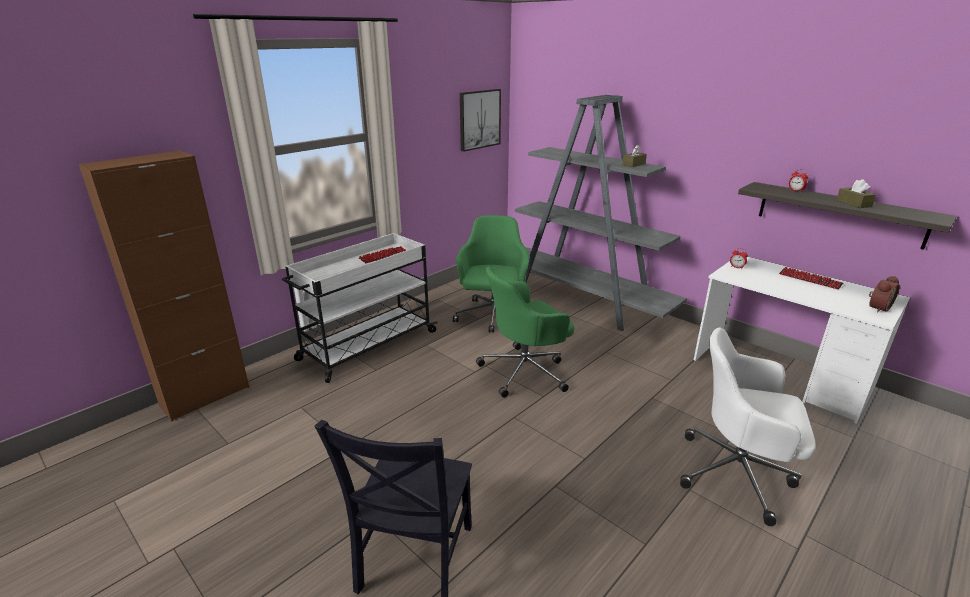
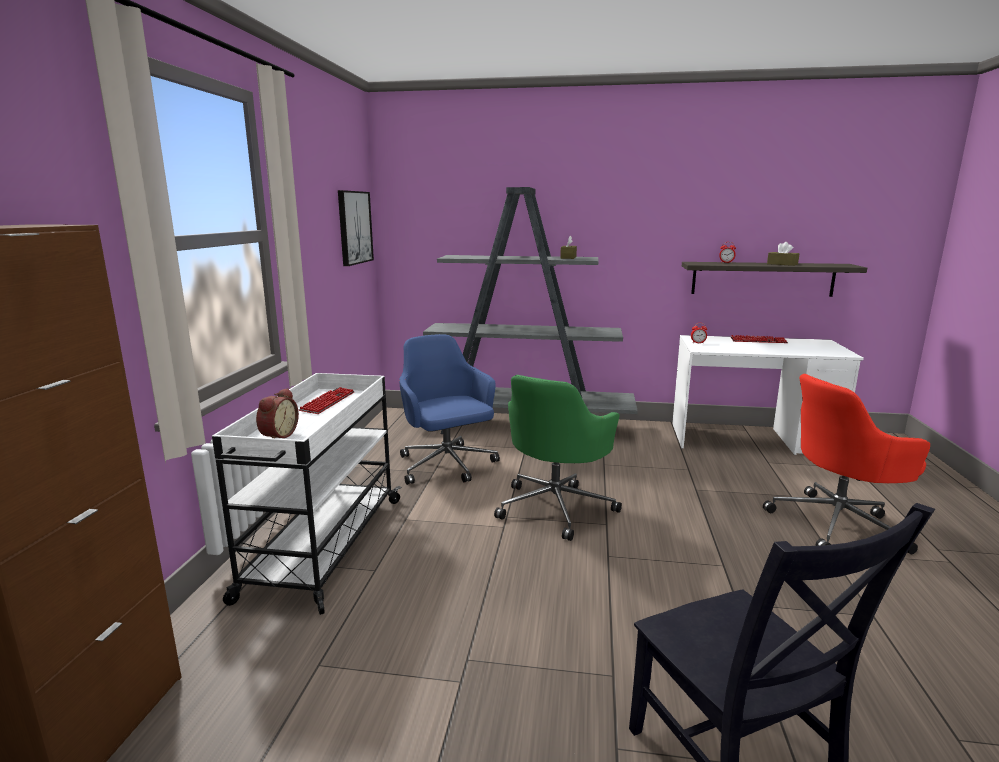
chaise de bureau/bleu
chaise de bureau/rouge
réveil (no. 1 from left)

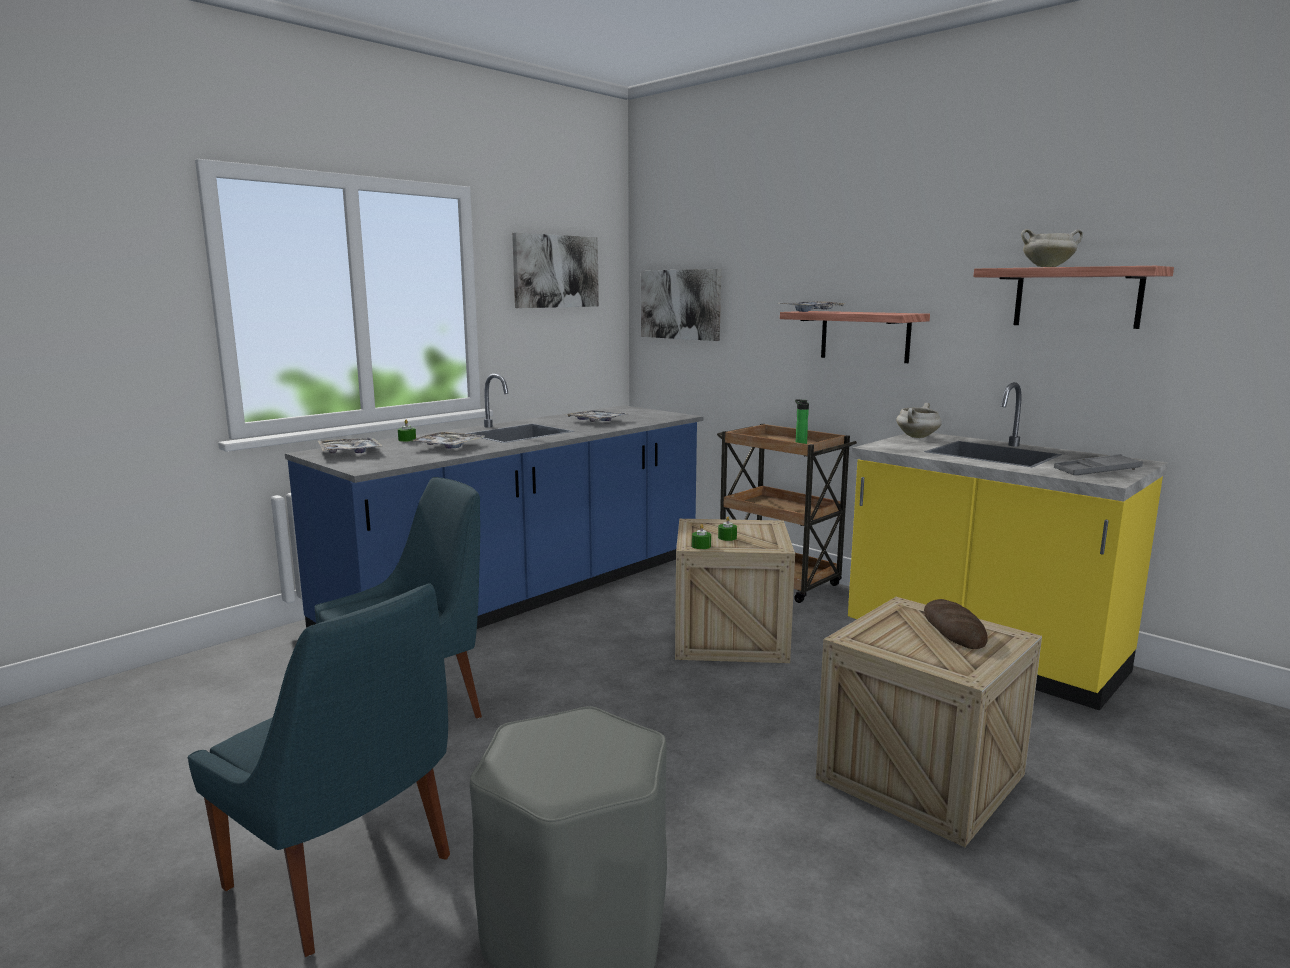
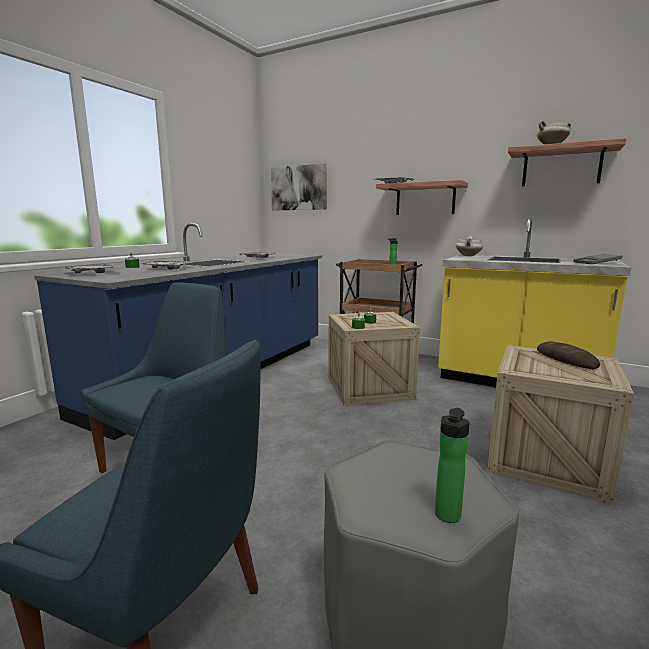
tableau (no. 1 from left in the first image)
bouteille (no. 2 from left)

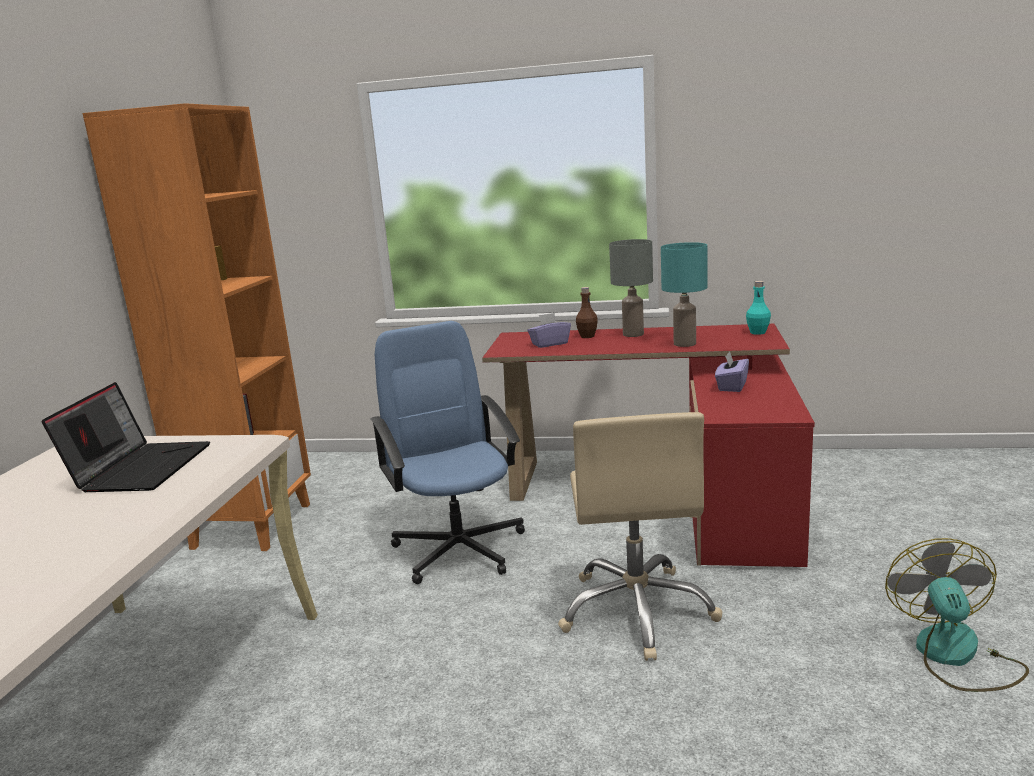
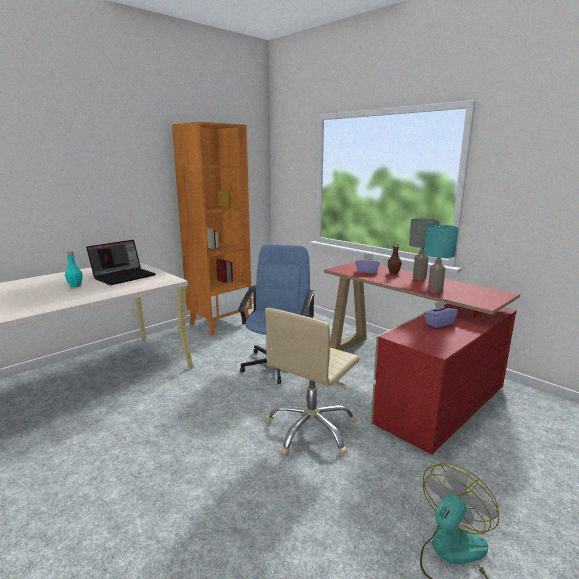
bouteille/turquoise

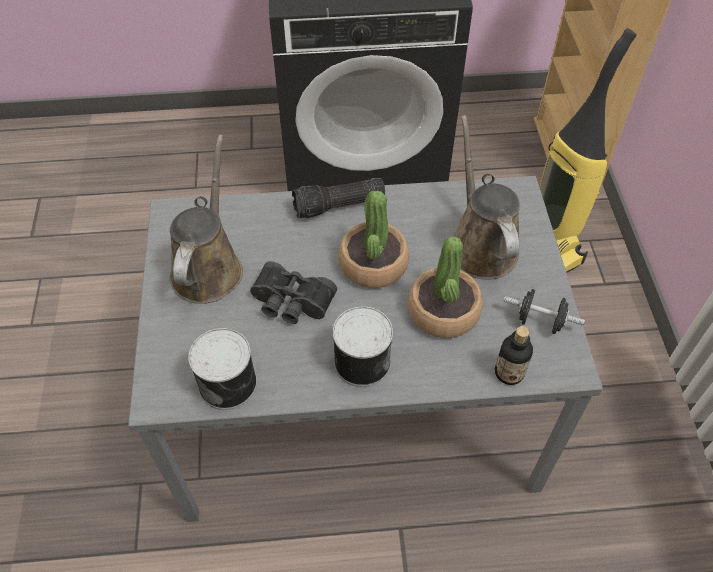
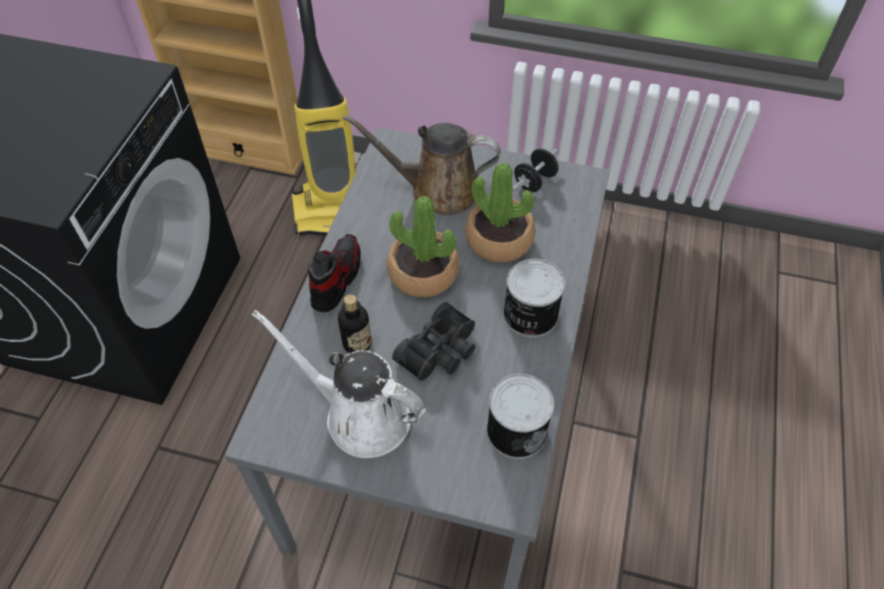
arrosoir/blanc
chaussure
bouteille

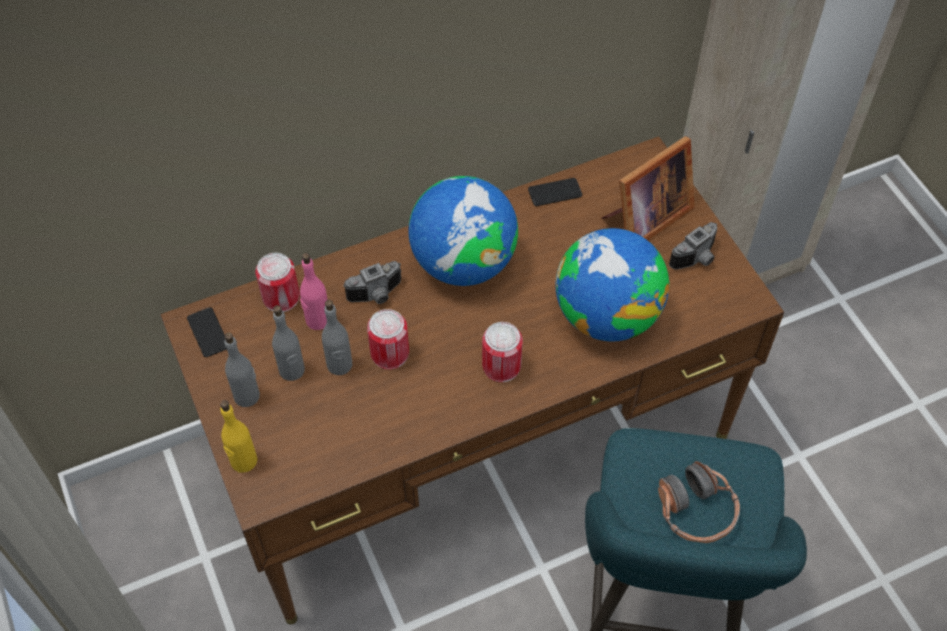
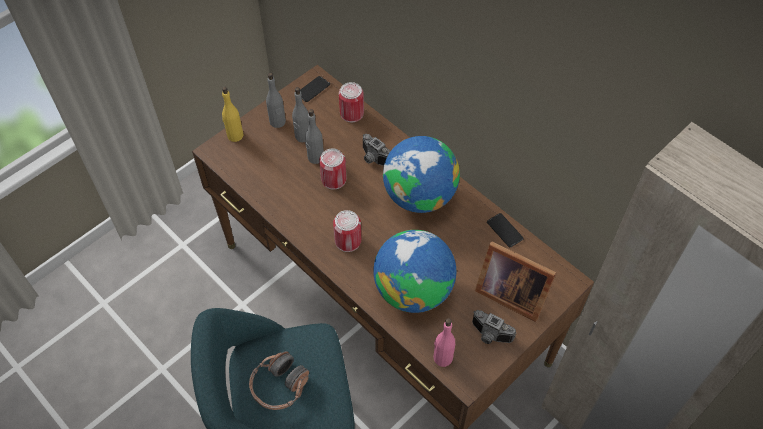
bouteille/rose

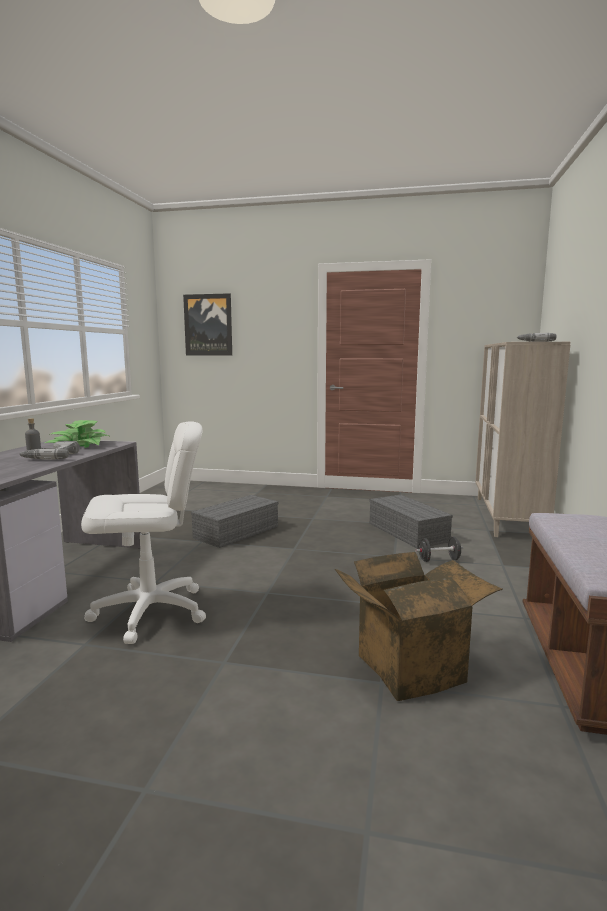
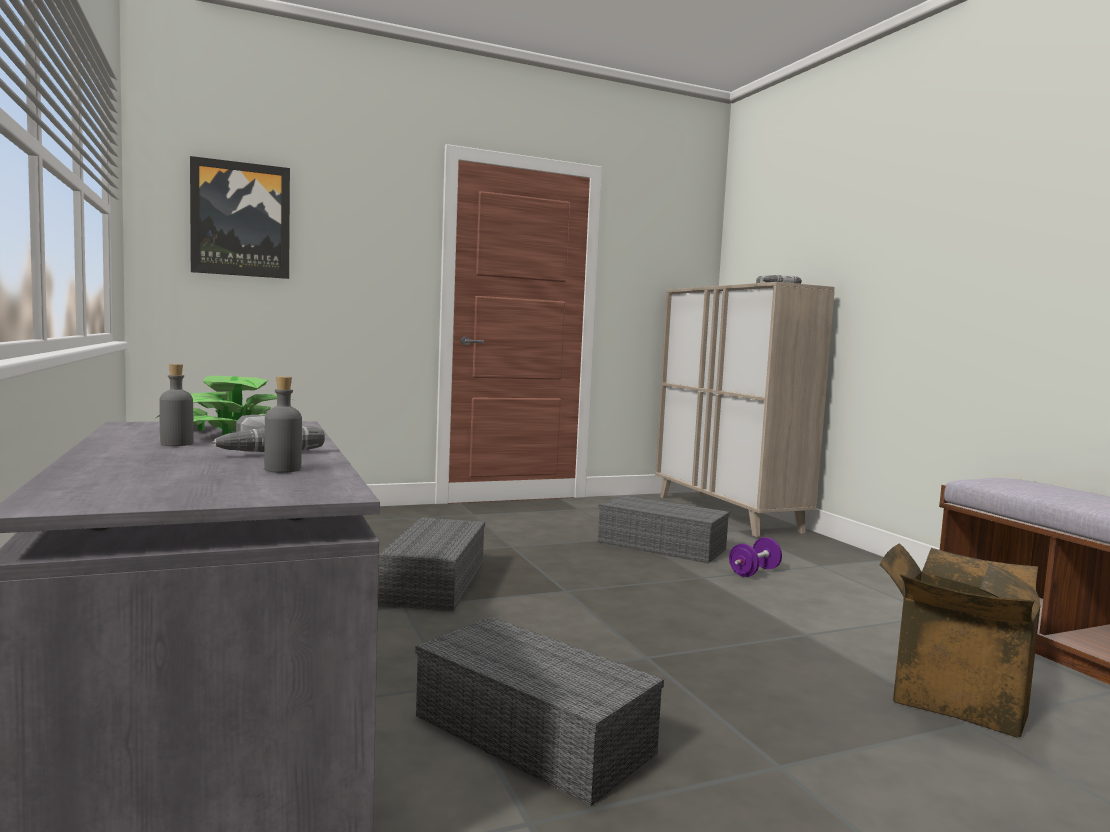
boîte de rangement/gris (no. 2 from left)
haltère/violet
bouteille/gris (no. 2 from left)

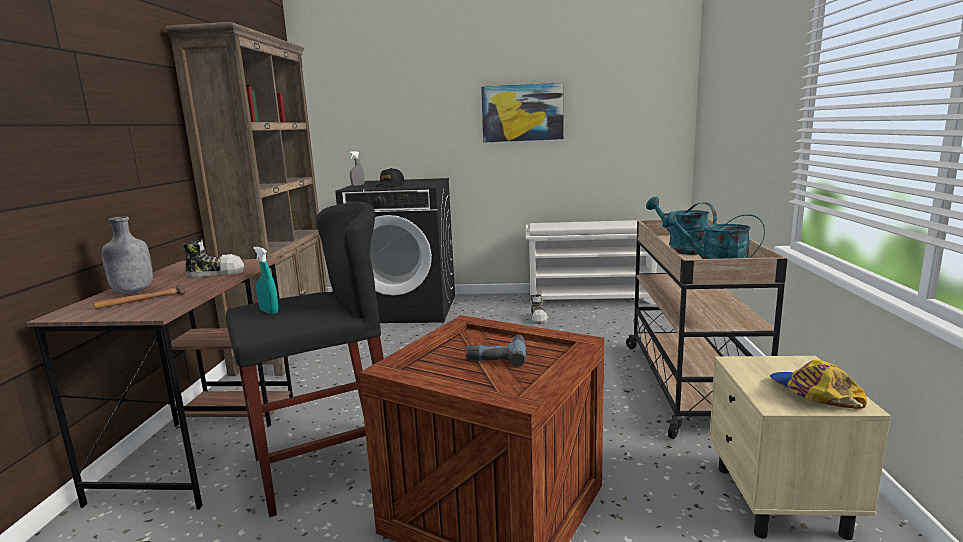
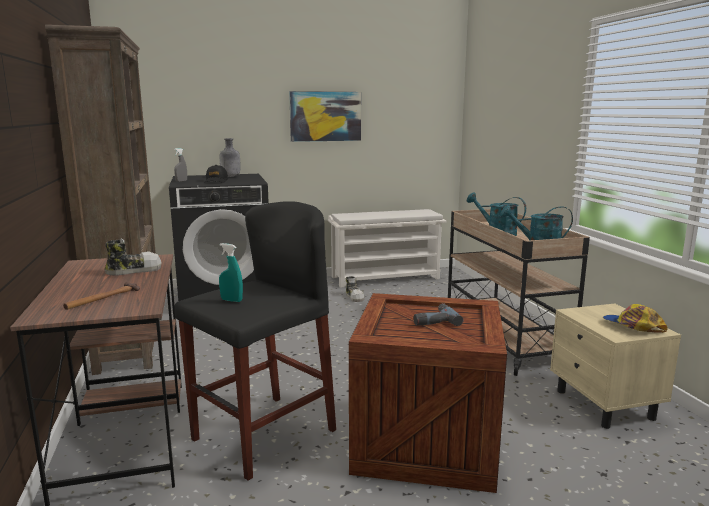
bouteille/gris

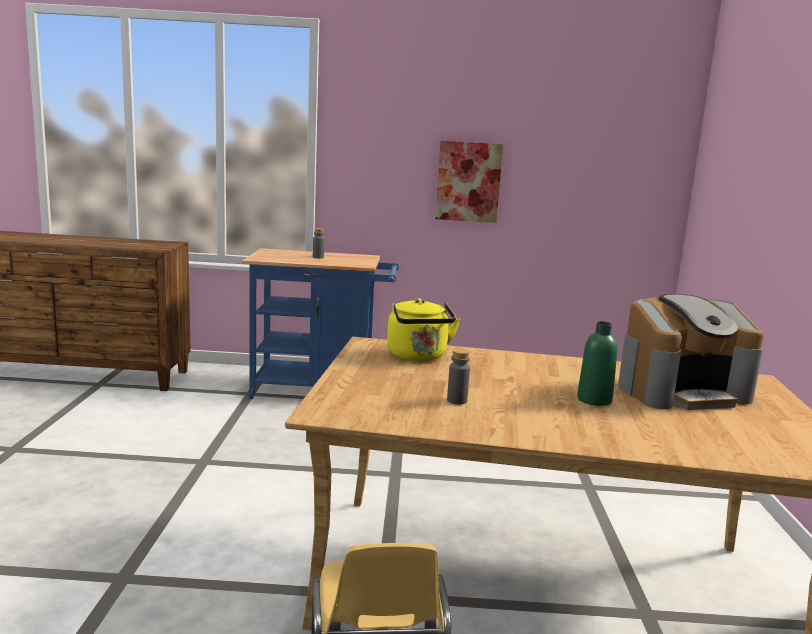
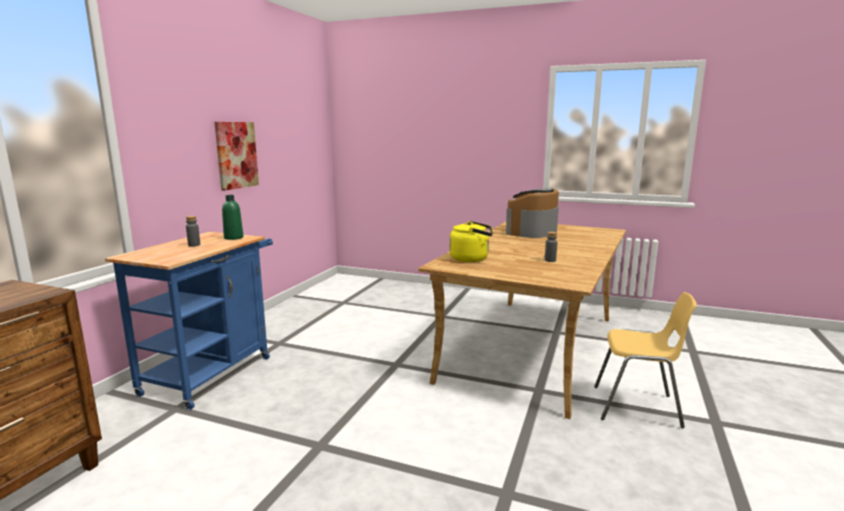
bouteille/vert
machine à café

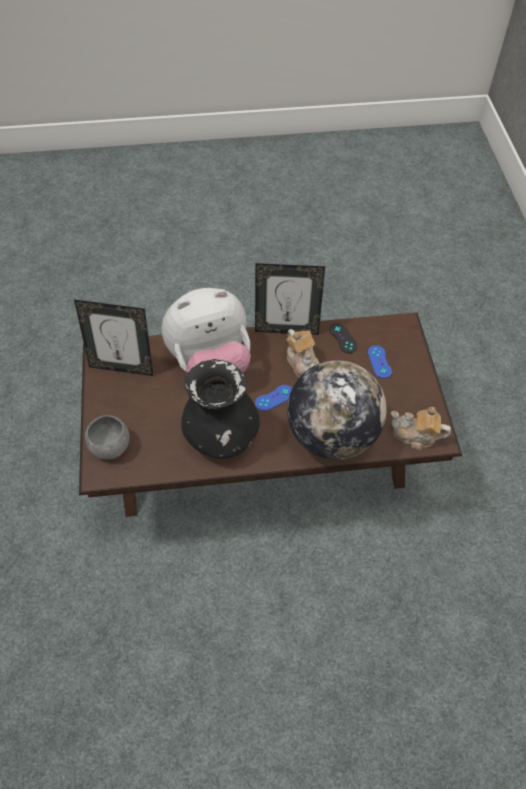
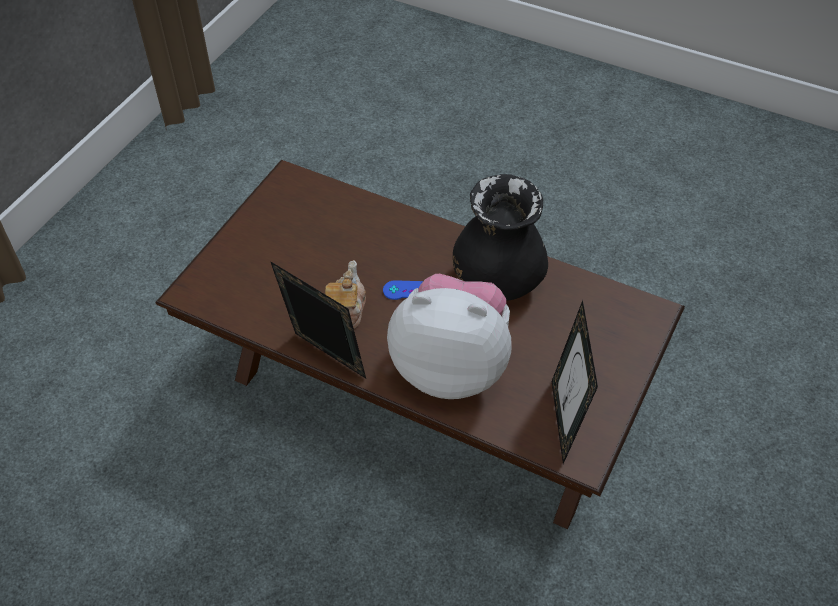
cadre photo (no. 2 from left)
bol/gris
globe
manette/noir
manette/bleu (no. 2 from left in the first image)
théière (no. 2 from left in the first image)

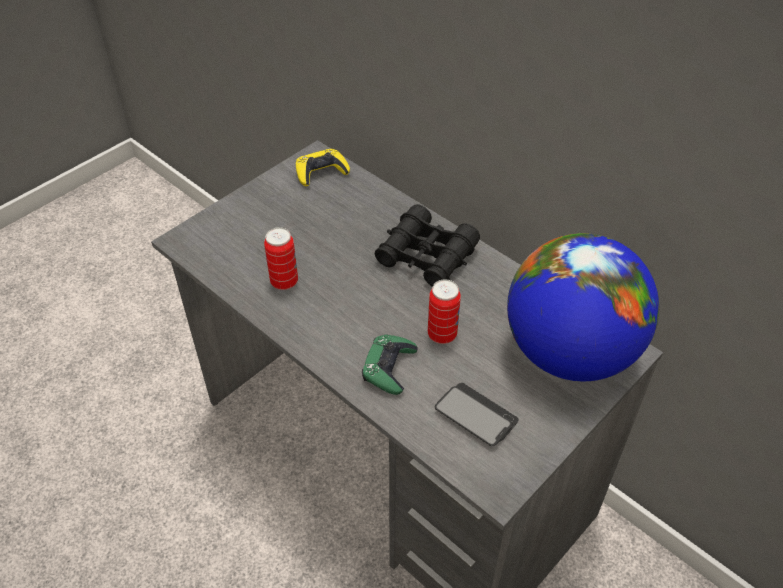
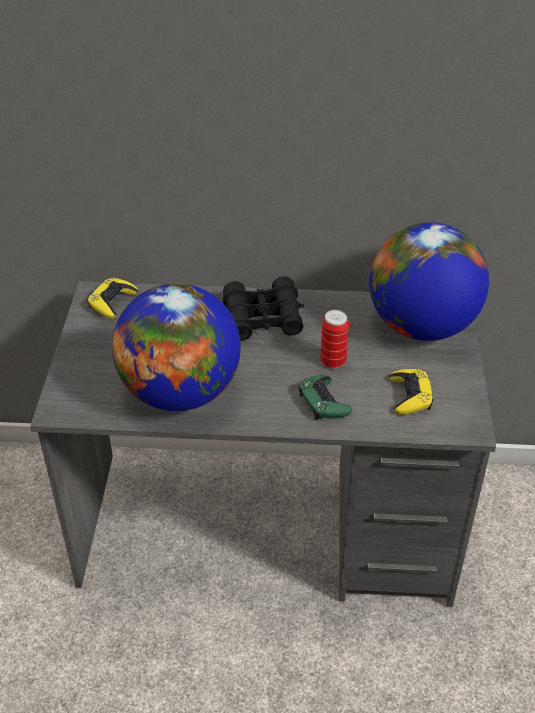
globe (no. 1 from left)
manette/jaune (no. 2 from left)

